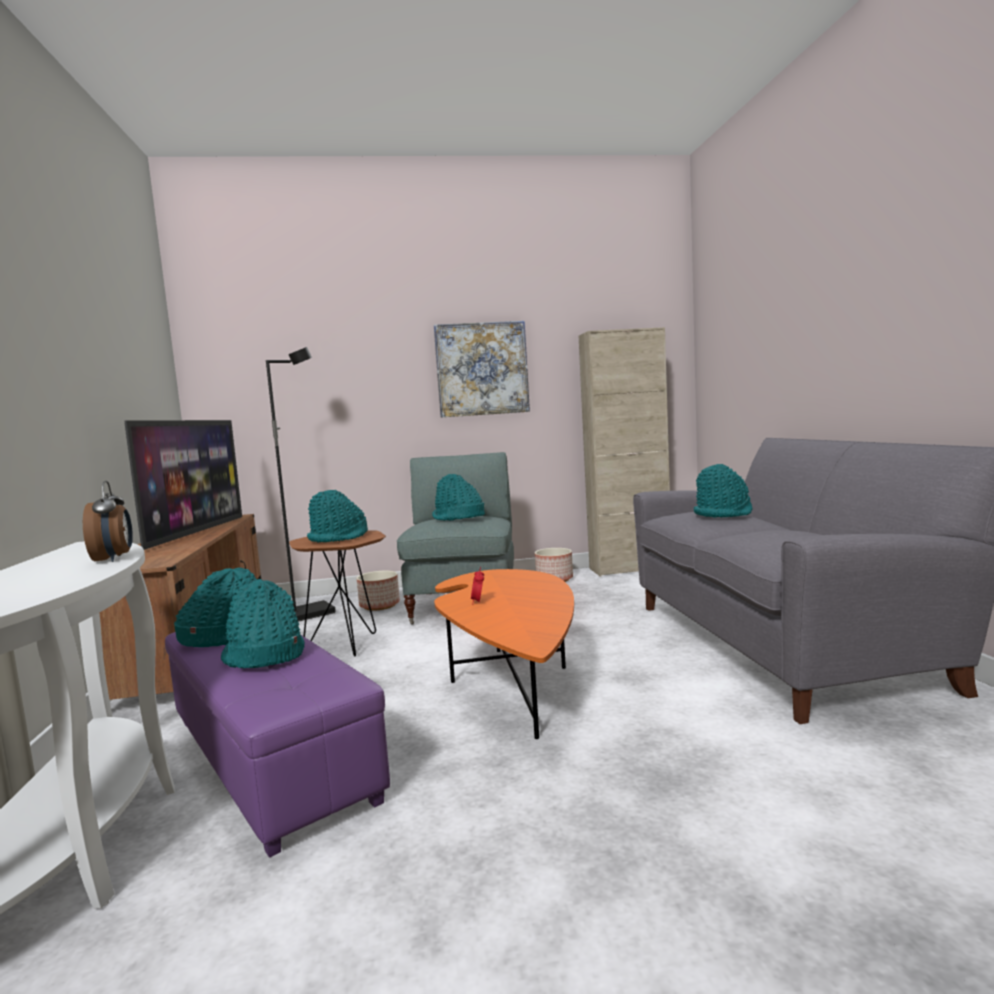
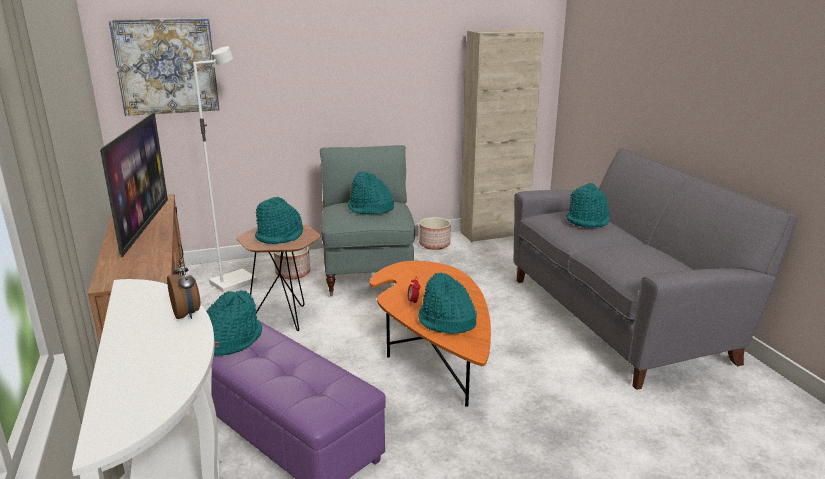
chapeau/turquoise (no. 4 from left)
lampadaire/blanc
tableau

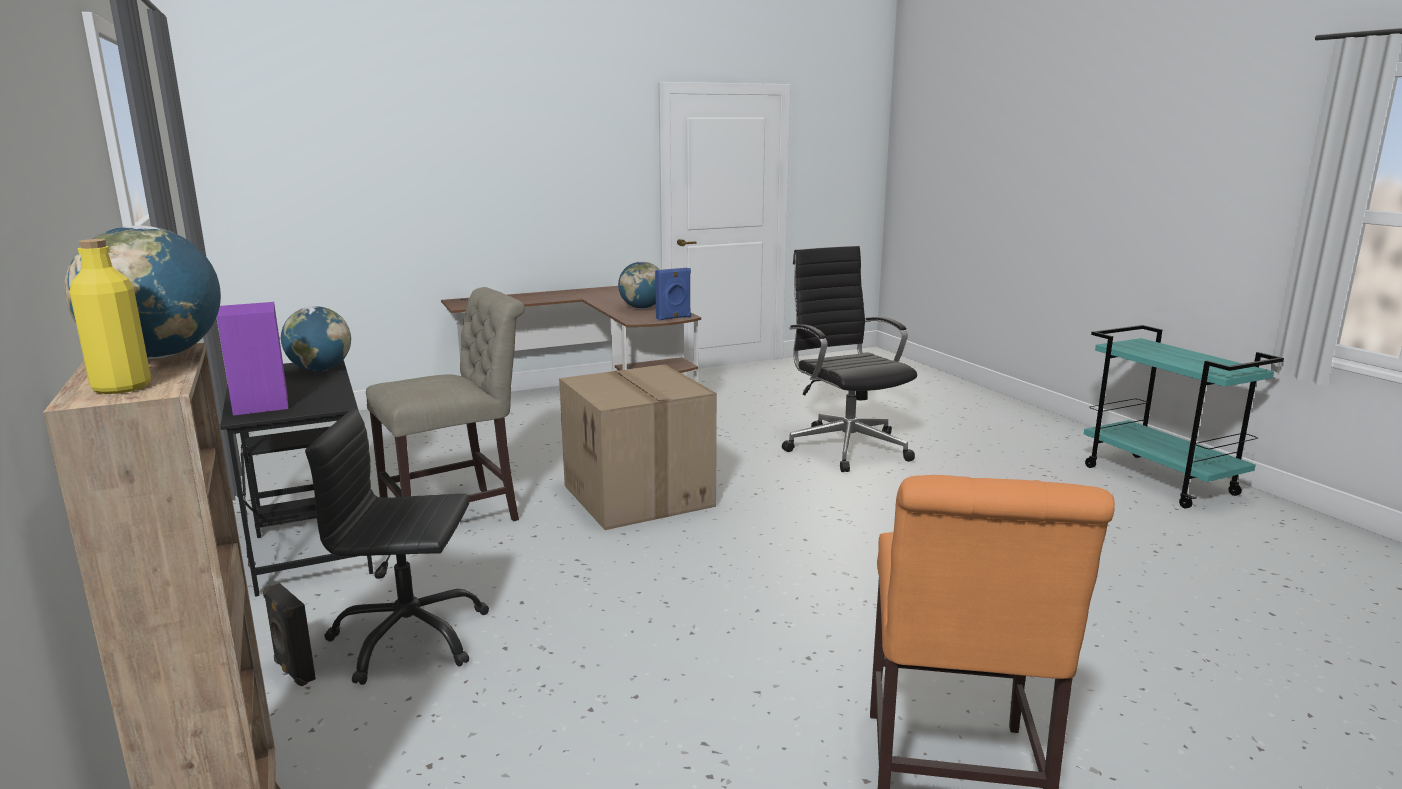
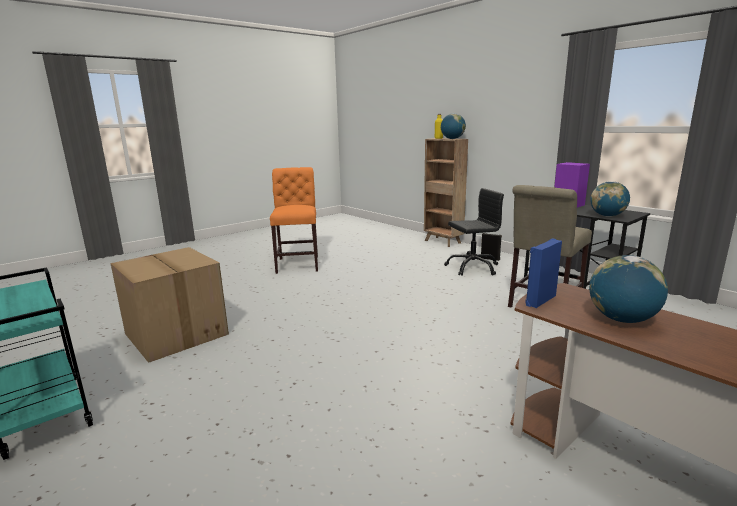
carton
chaise de bureau/noir (no. 2 from left in the first image)

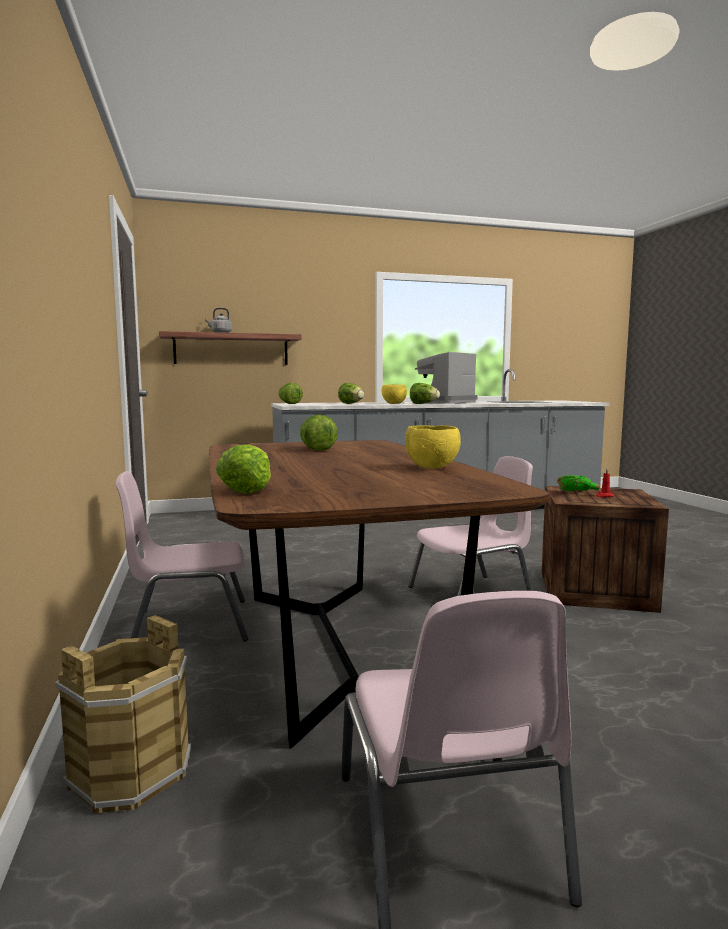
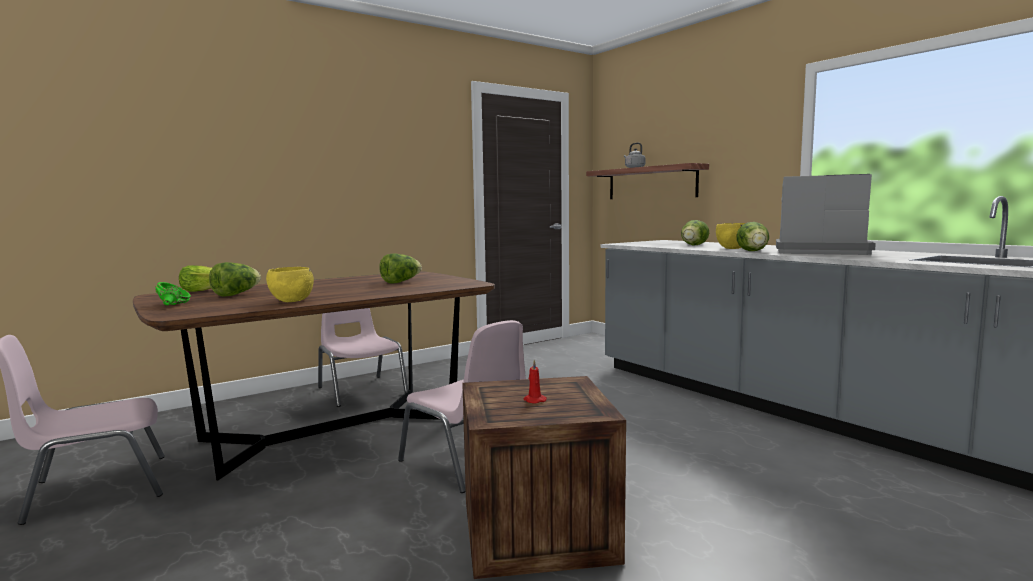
seau/marron
laitue (no. 2 from left)
bol/vert

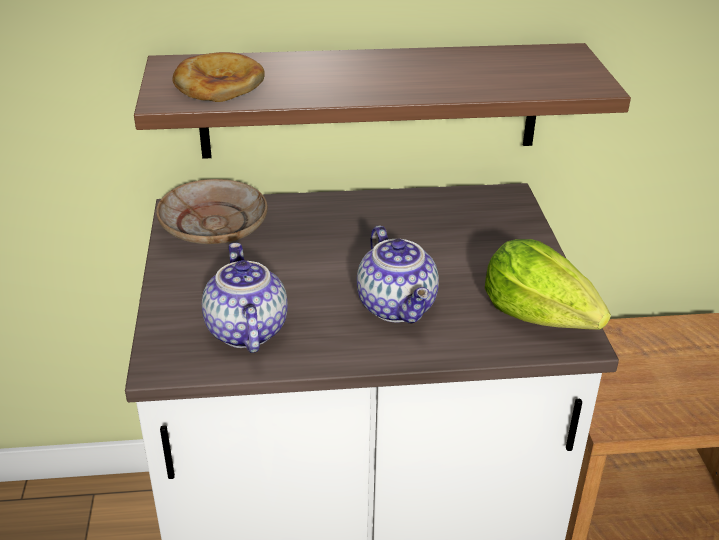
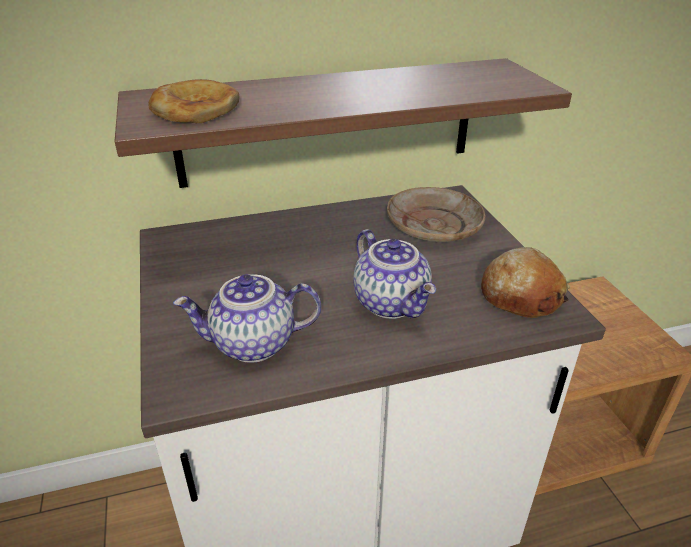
assiette/beige
théière (no. 1 from left)
pain (no. 2 from left)

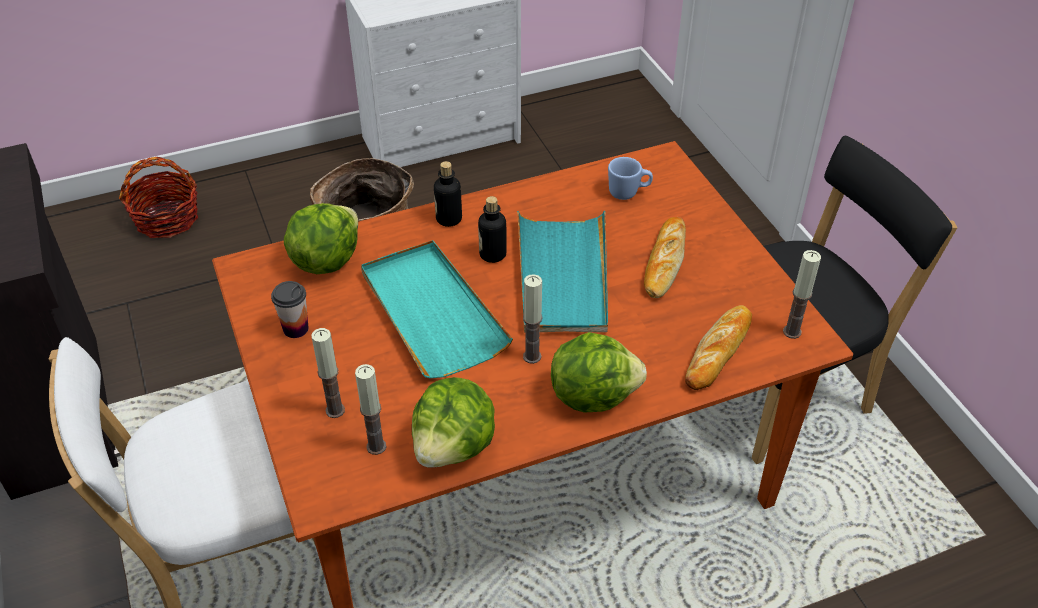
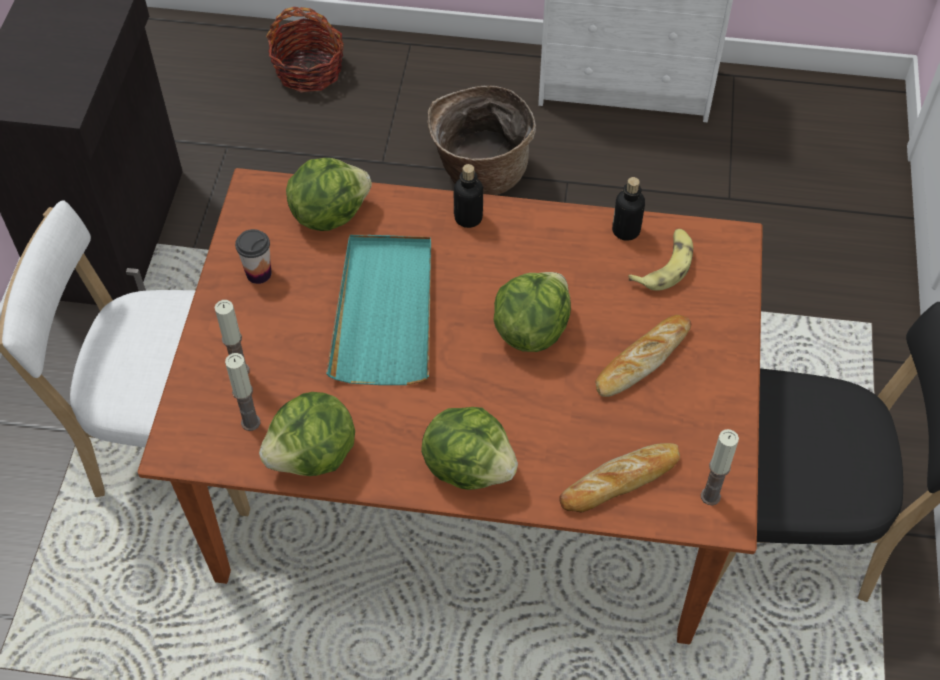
bouteille (no. 2 from left)
laitue (no. 4 from left)
bougie (no. 3 from left in the first image)
banane

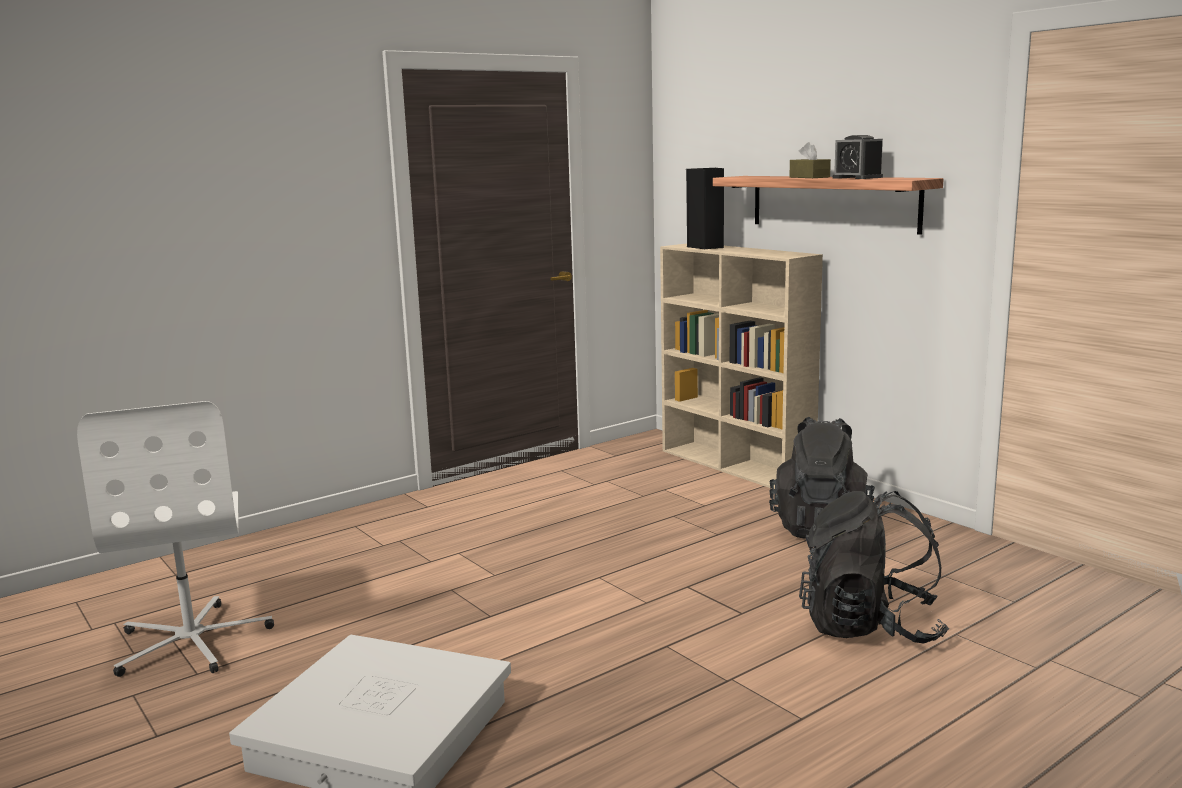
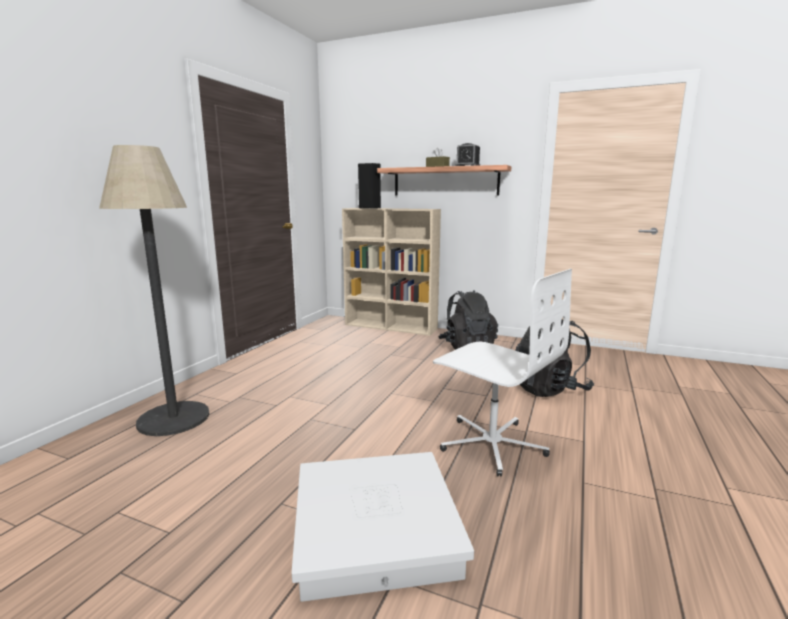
chaise de bureau/blanc
lampadaire

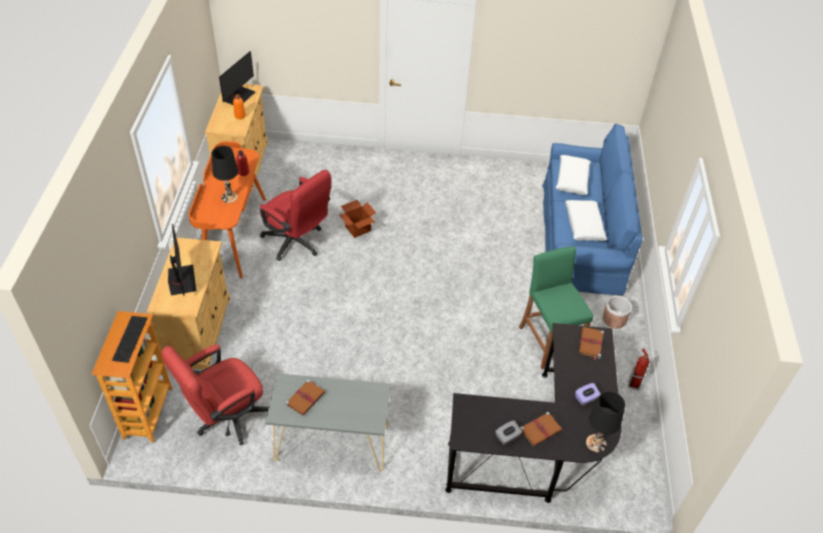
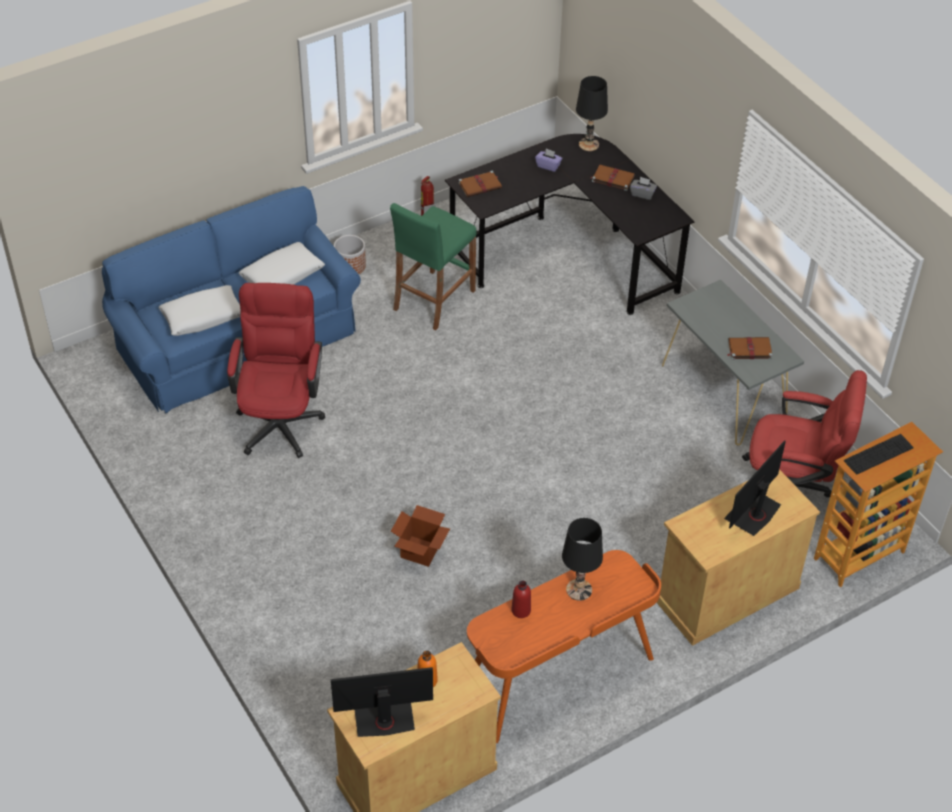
chaise de bureau/rouge (no. 1 from left)

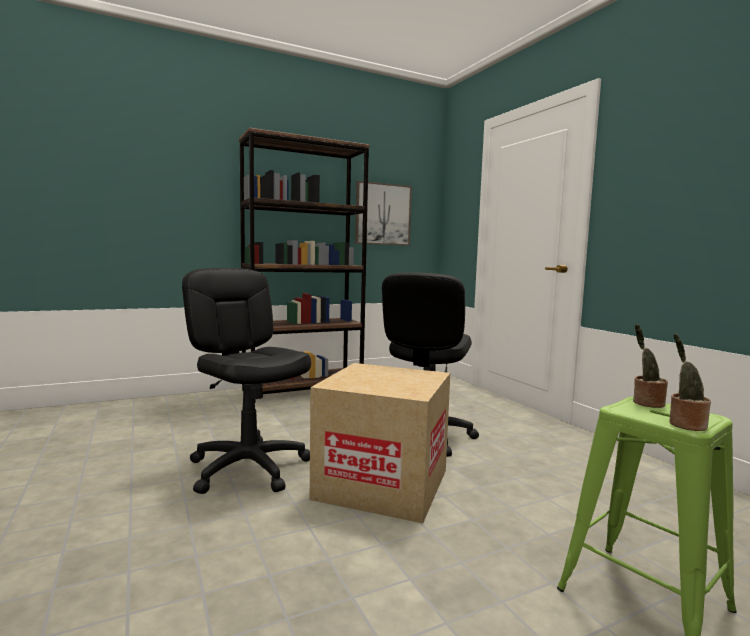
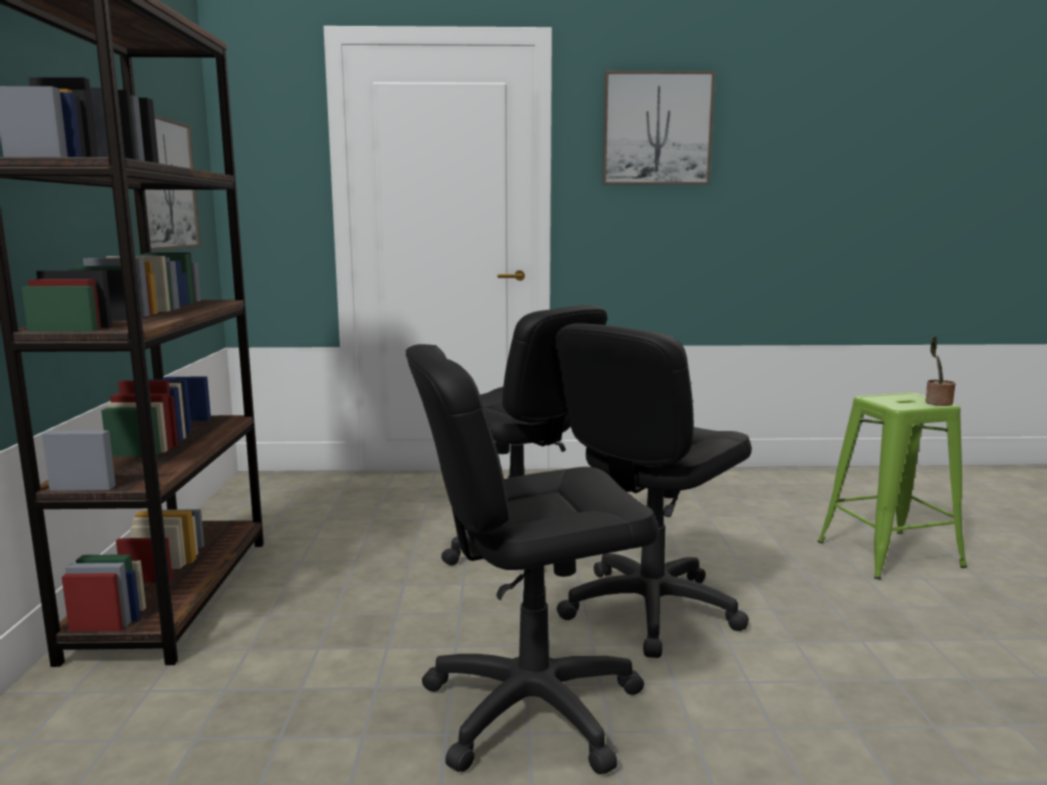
chaise de bureau/noir (no. 3 from left)
plante en pot (no. 1 from left in the first image)
tableau (no. 2 from left)

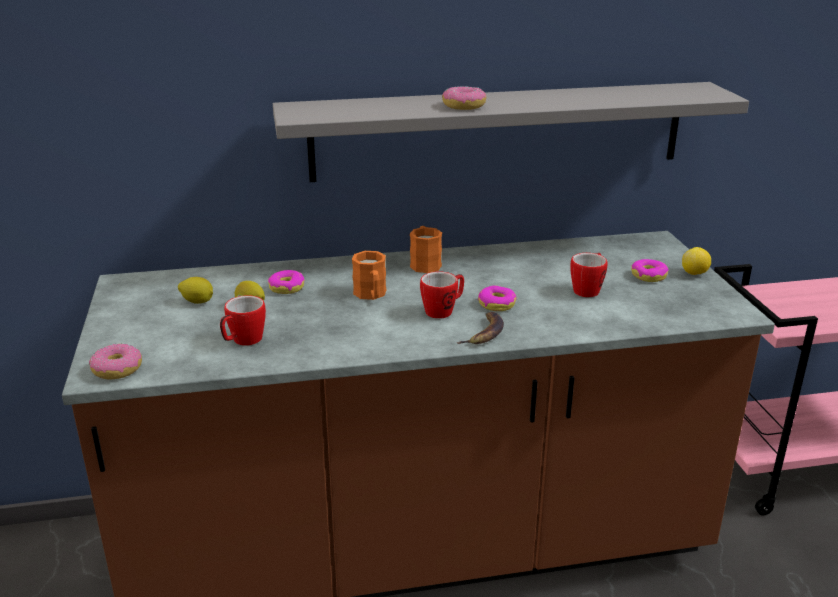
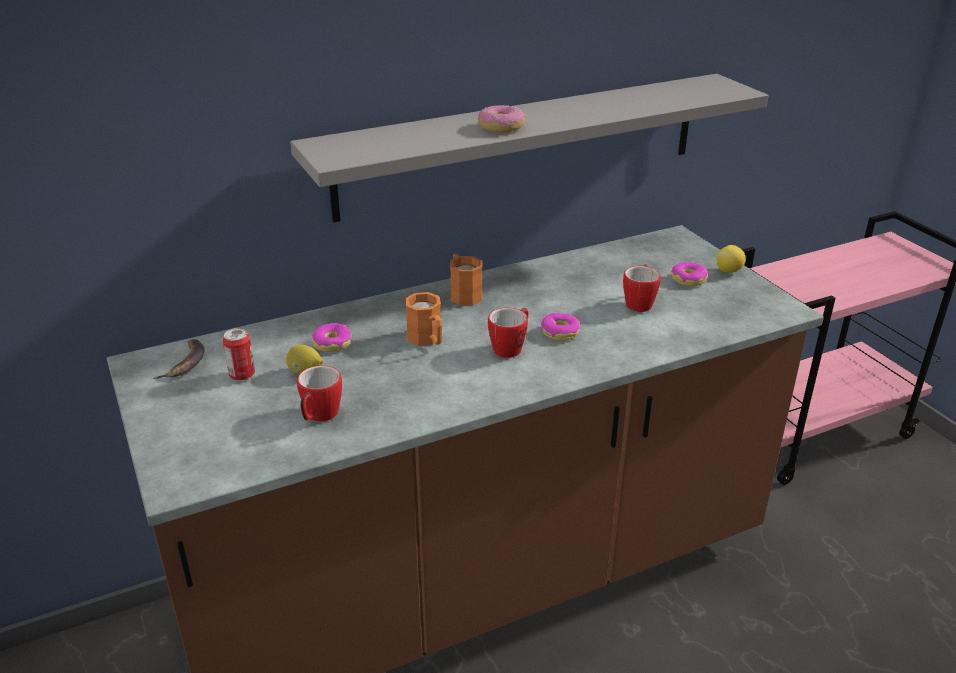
beignet (no. 1 from left in the first image)
boîte métallique
banane

